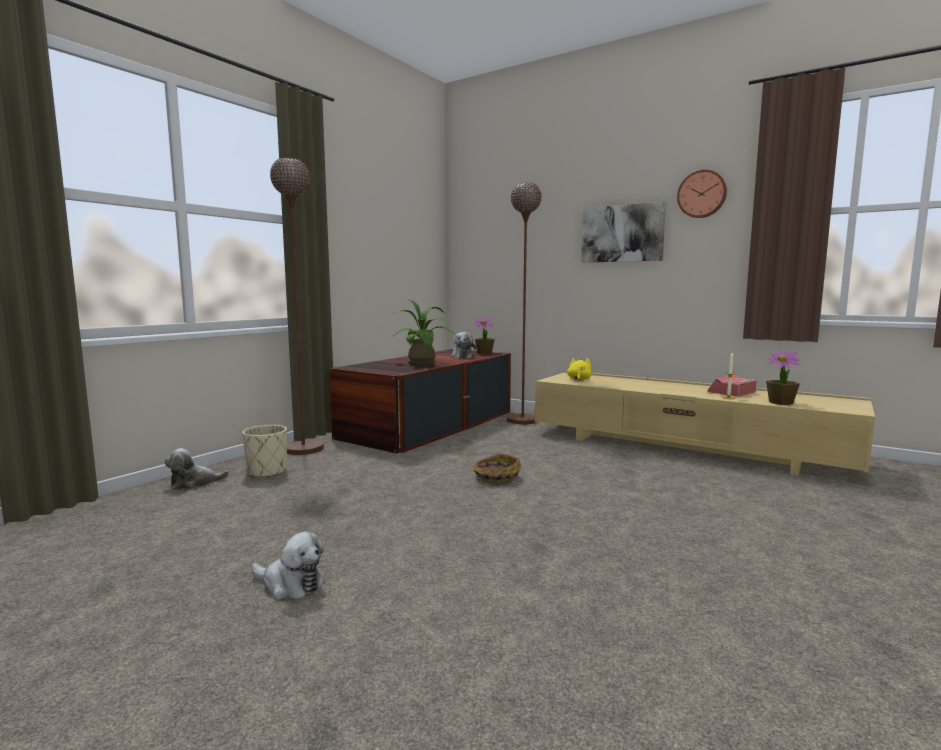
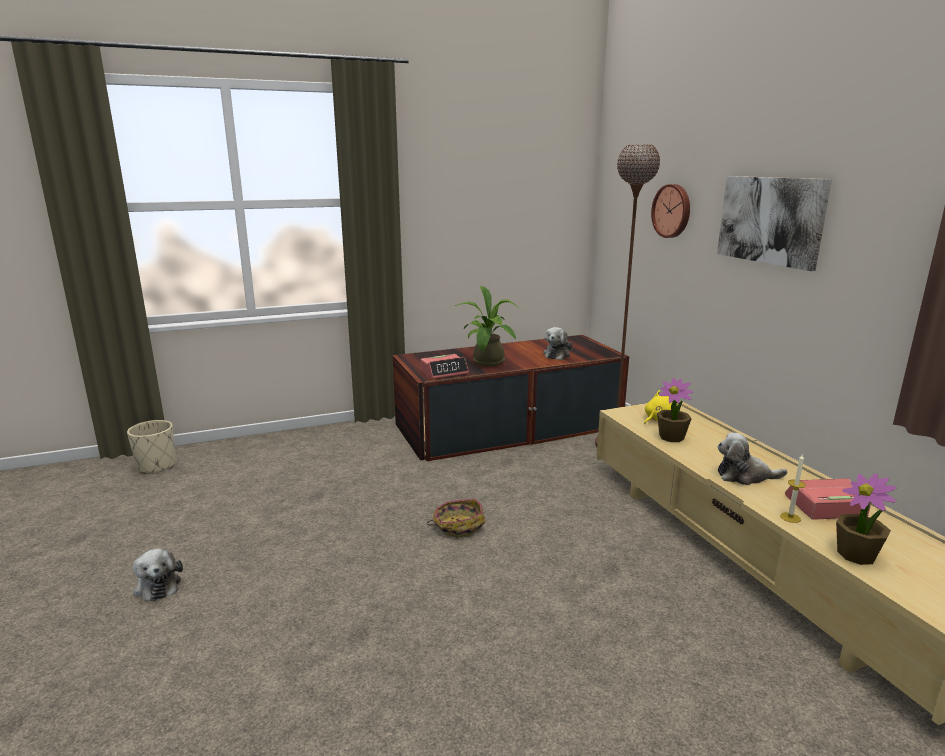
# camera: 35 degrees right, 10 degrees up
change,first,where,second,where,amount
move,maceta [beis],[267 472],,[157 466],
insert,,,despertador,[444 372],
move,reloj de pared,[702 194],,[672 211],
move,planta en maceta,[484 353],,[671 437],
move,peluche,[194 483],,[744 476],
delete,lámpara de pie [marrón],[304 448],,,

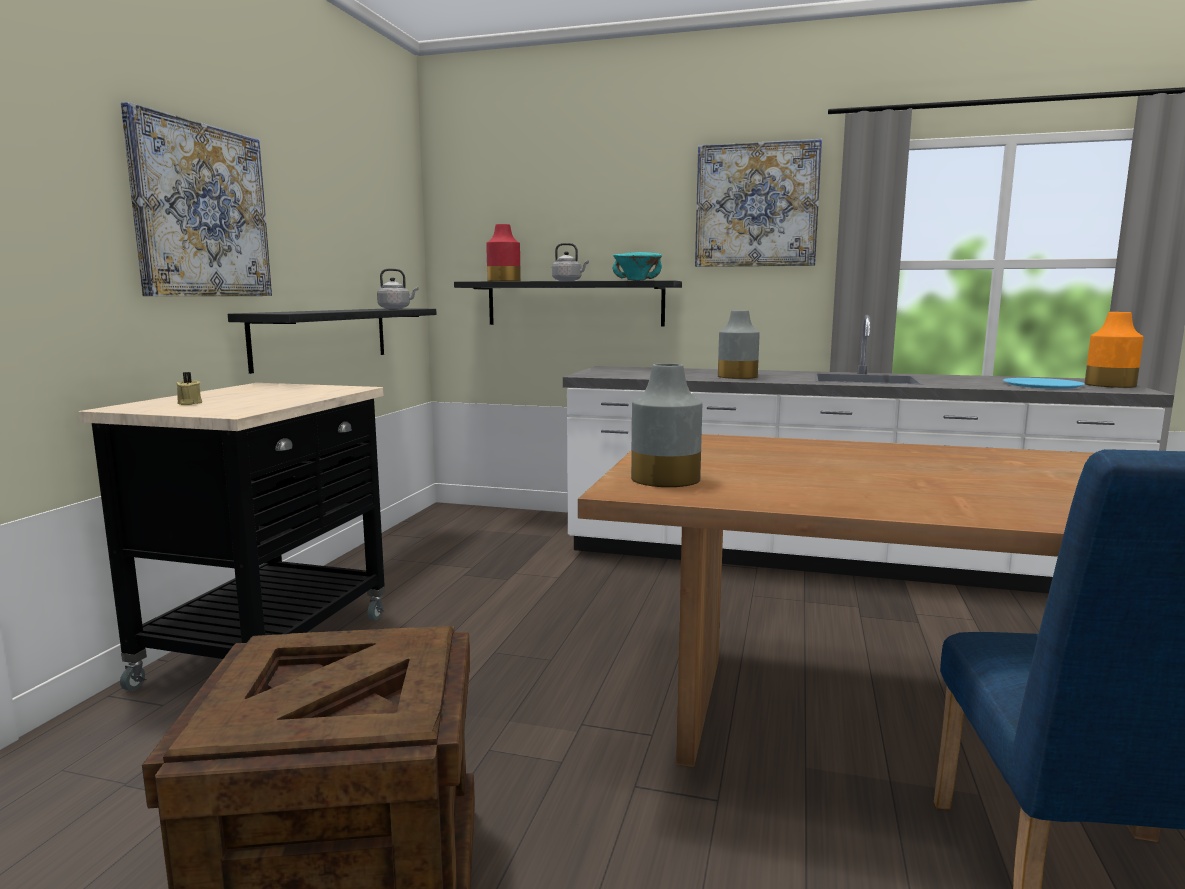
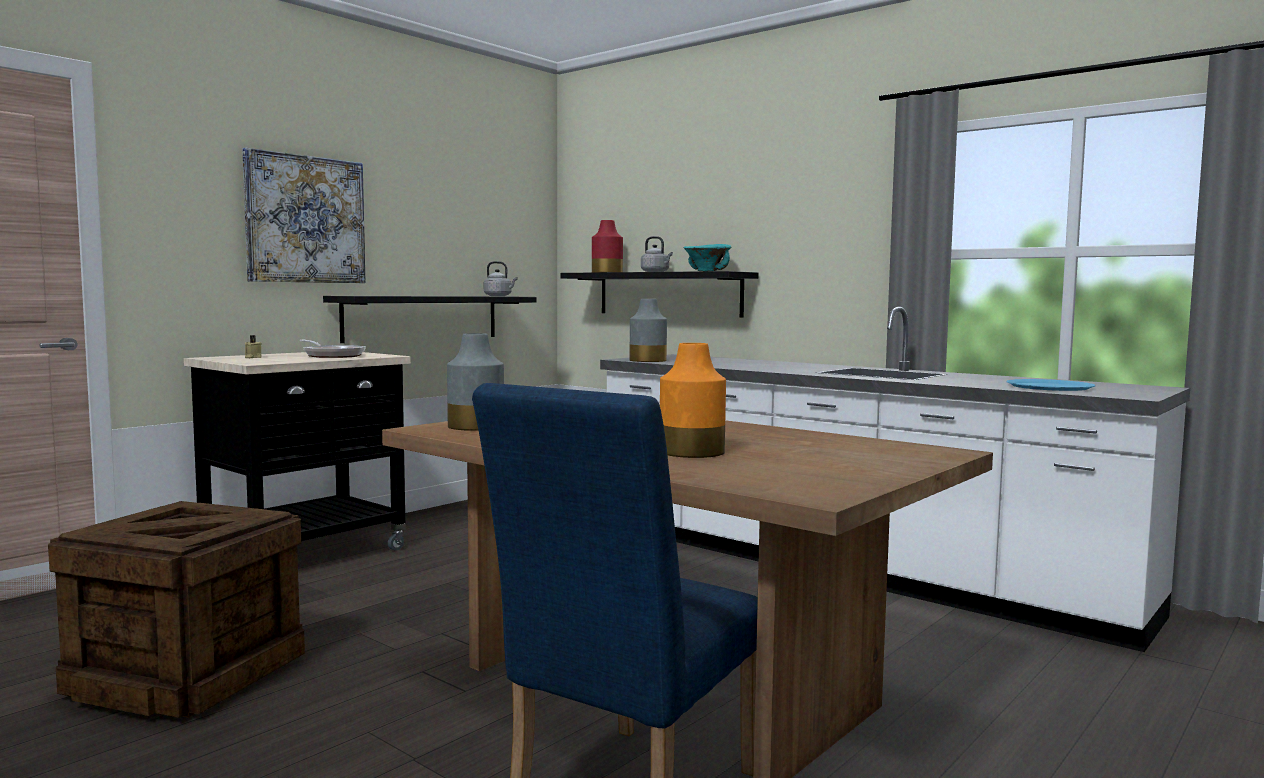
# camera: 25 degrees right, 5 degrees down
change,first,where,second,where,amount
insert,,,sartén,[332 355],
move,florero [gris],[738 376],,[648 360],
move,florero [naranja],[1110 385],,[692 451],
delete,cuadro,[756 205],,,

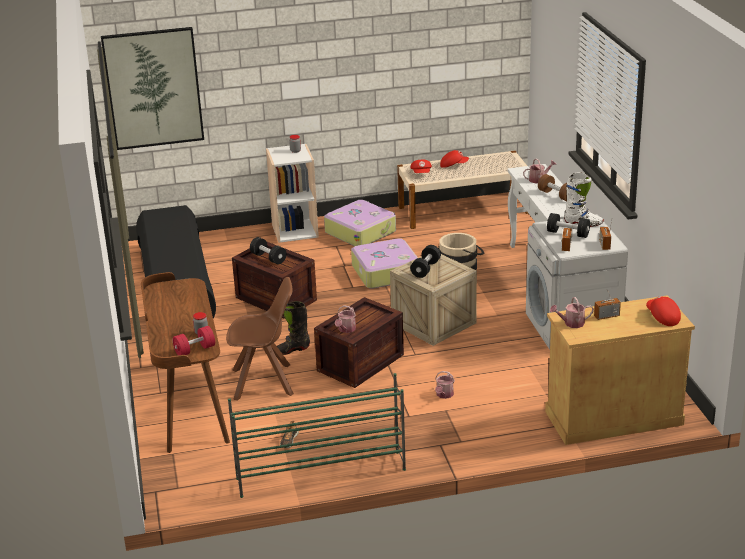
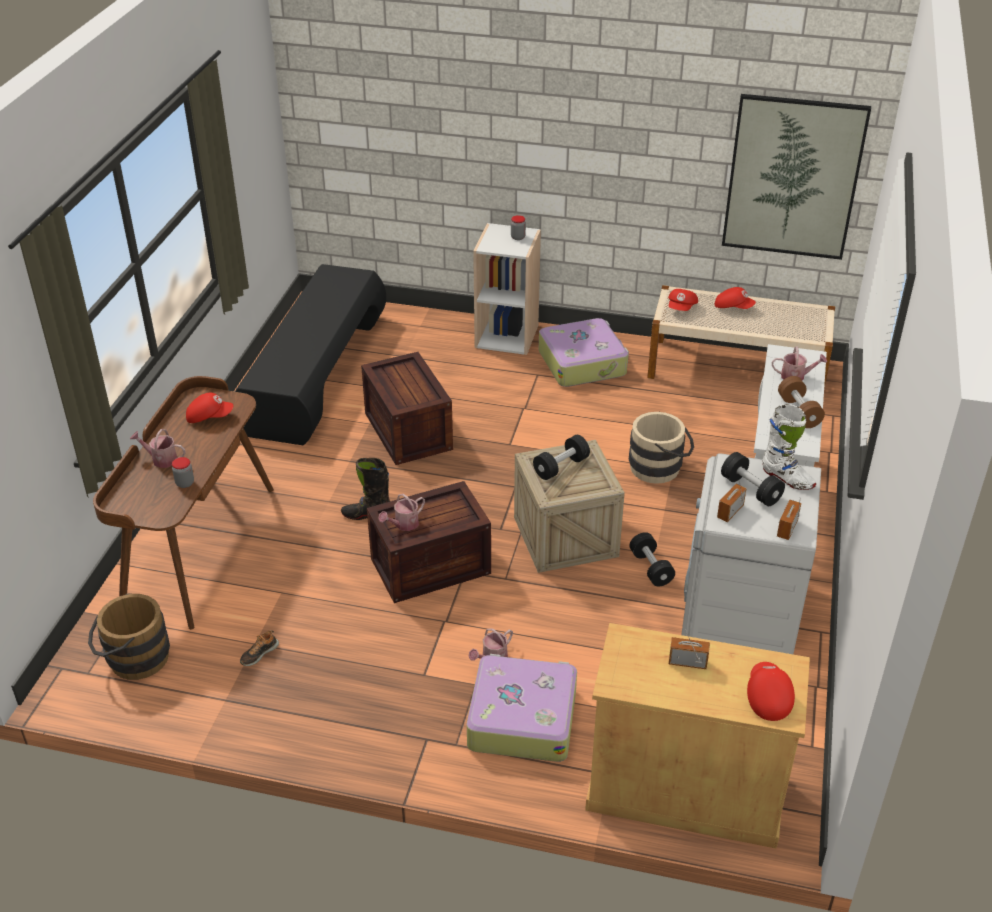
# camera: 25 degrees right, 10 degrees up
change,first,where,second,where,amount
insert,,,cubo [marrón],[133 659],
move,regadera,[571 323],,[161 459],
insert,,,gorra [rojo],[209 417],
move,maleta,[385 272],,[521 718],
move,mancuerna [negro],[268 258],,[651 568],
move,cuadro,[153 88],,[793 178],
delete,mancuerna [rojo],[195 350],,,
delete,silla [marrón],[265 382],,,
delete,zapatero [verde],[320 474],,,

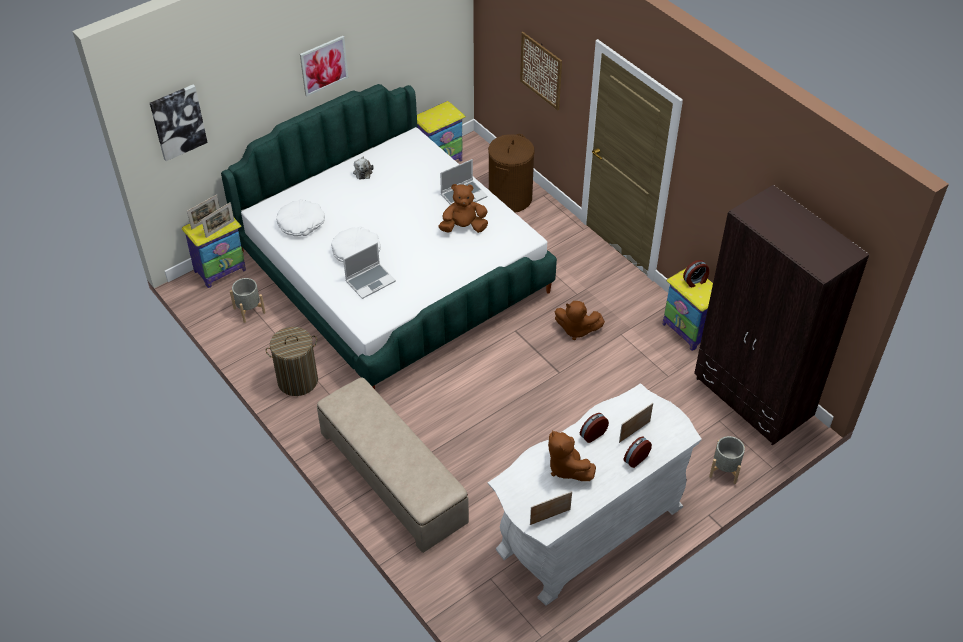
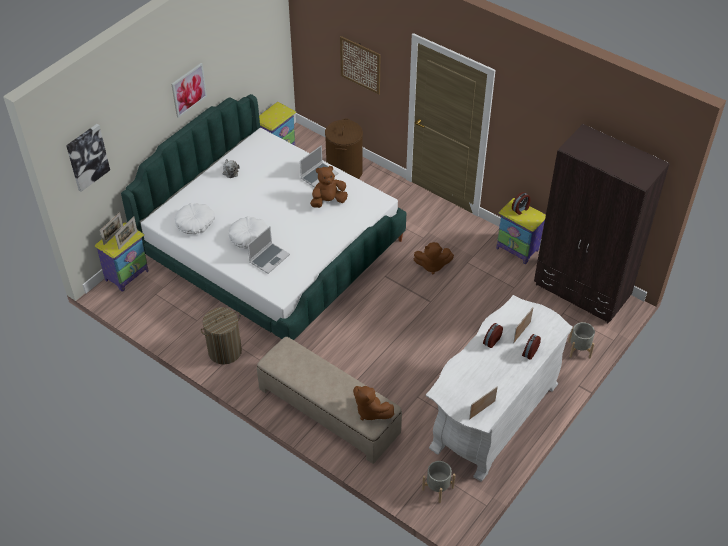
# camera: 15 degrees left, 0 degrees up
change,first,where,second,where,amount
move,peluche [marrón],[566 467],,[370 411],
move,maceta [gris],[249 310],,[437 488],

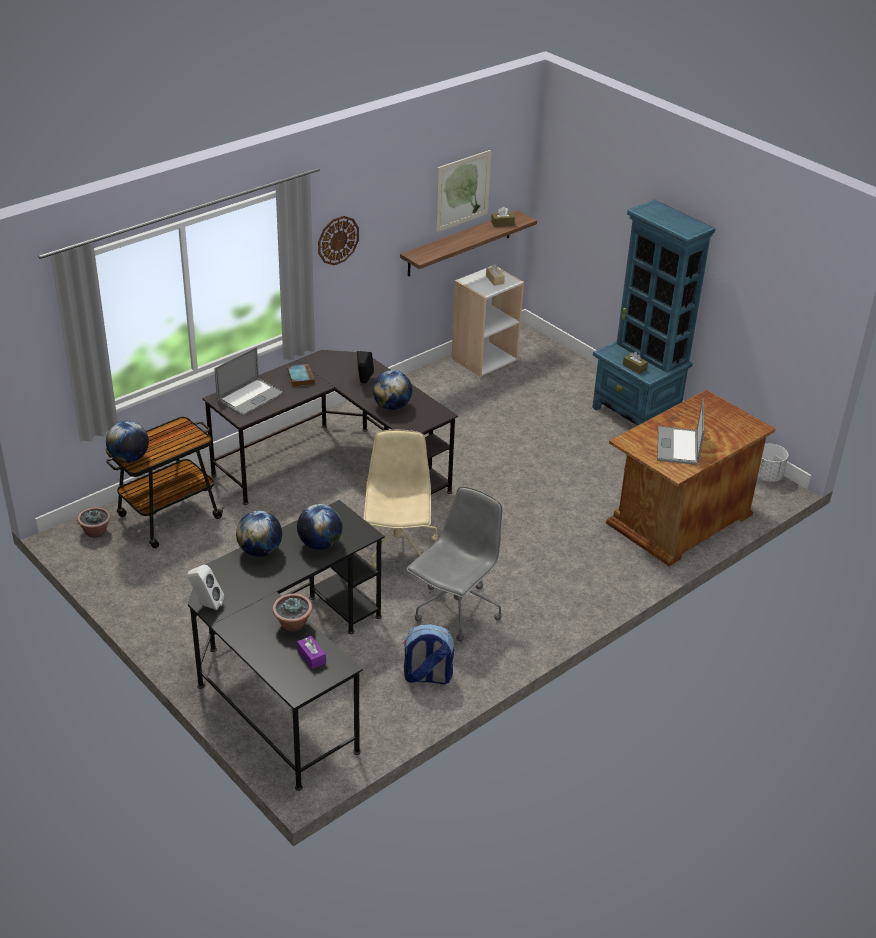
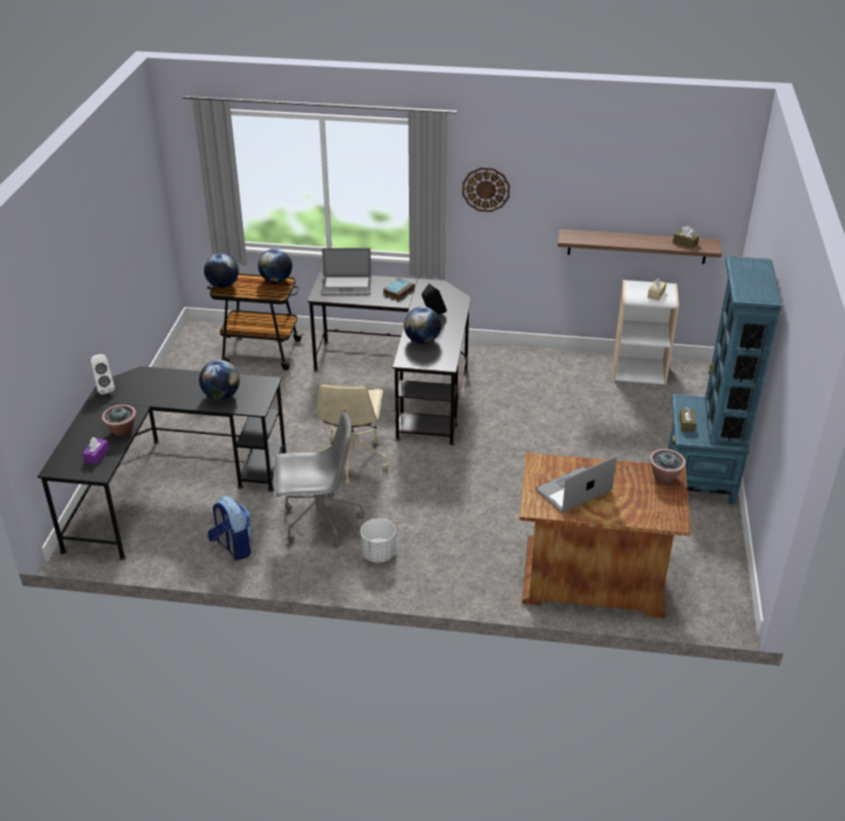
# camera: 50 degrees right, 0 degrees up
change,first,where,second,where,amount
move,globo terráqueo,[260 551],,[276 280],
rotate,silla de oficina [beis],[397 551],,[351 458],135 degrees clockwise
move,maceta [blanco],[767 476],,[378 554],
move,planta en maceta,[96 532],,[664 476],
delete,cuadro,[462 190],,,

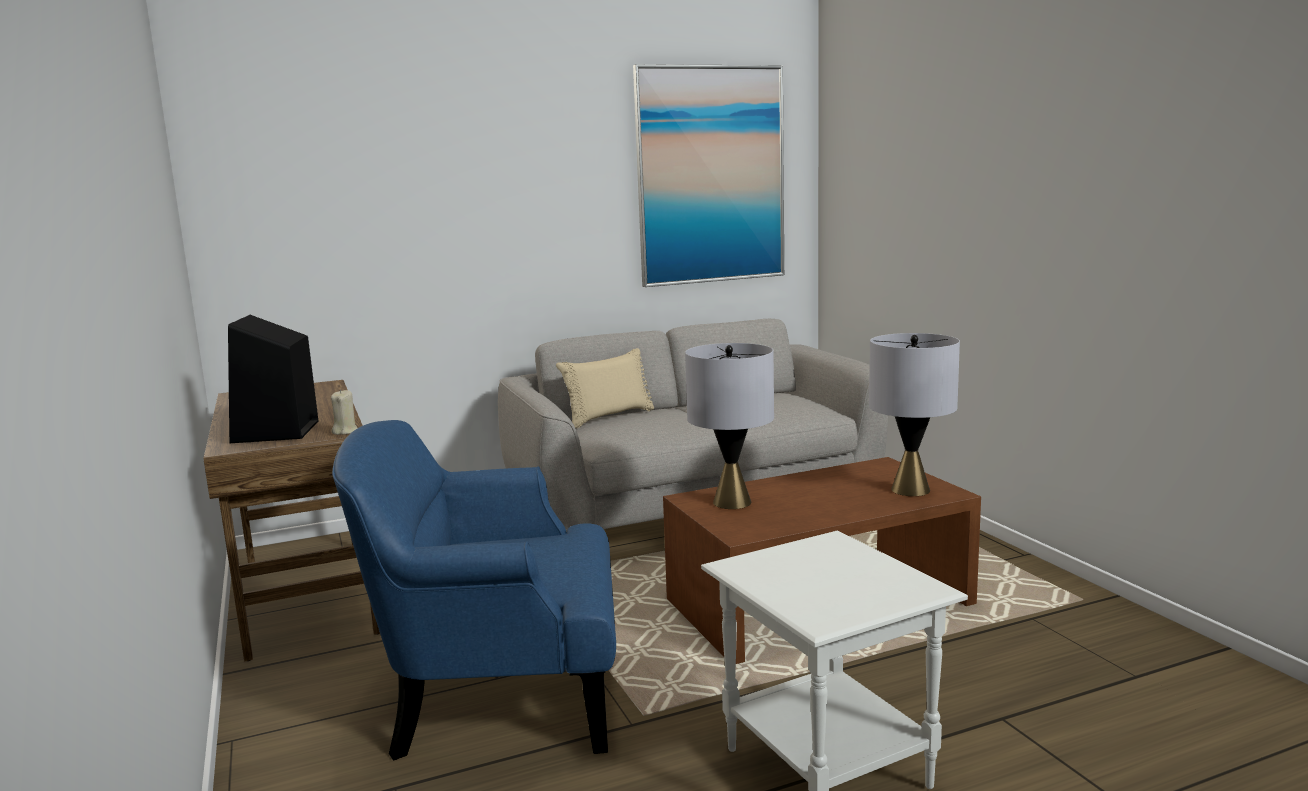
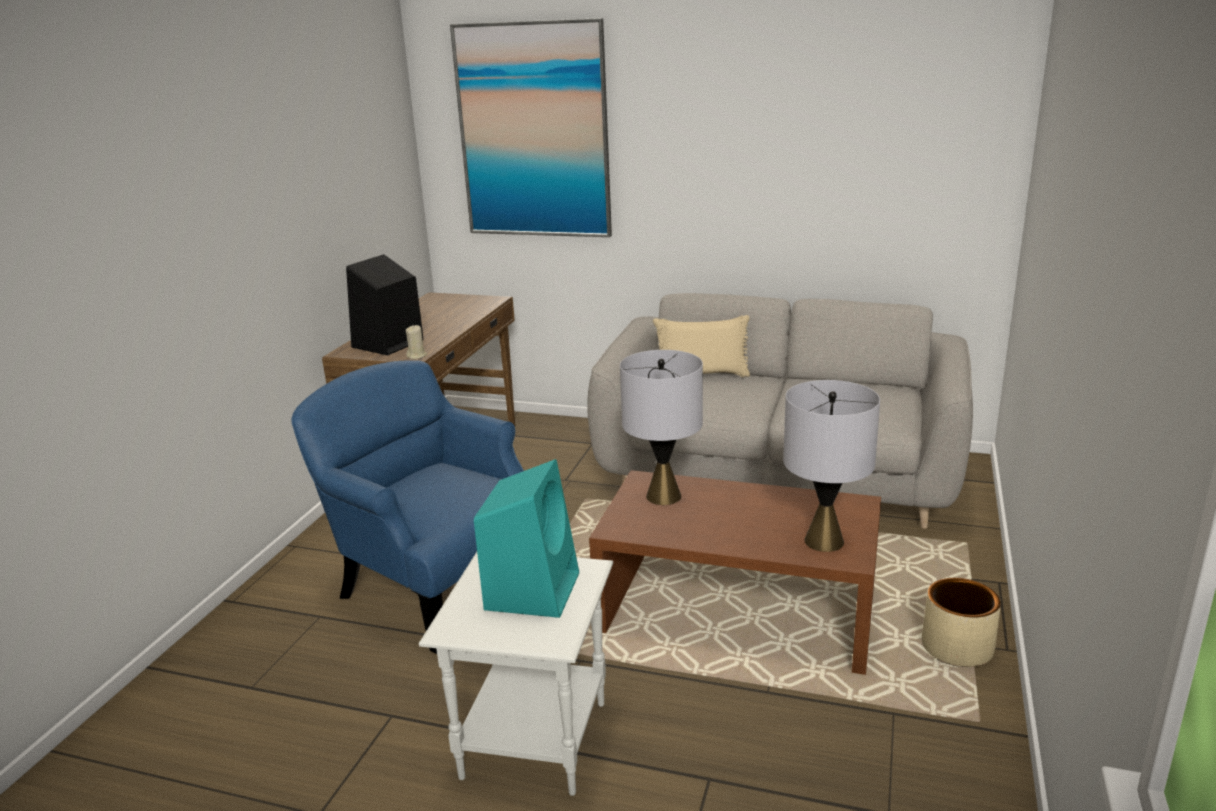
# camera: 40 degrees right, 10 degrees up
change,first,where,second,where,amount
move,cuadro,[711 175],,[533 132],
insert,,,altavoz [turquesa],[532 589],
insert,,,maceta [beis],[957 647],

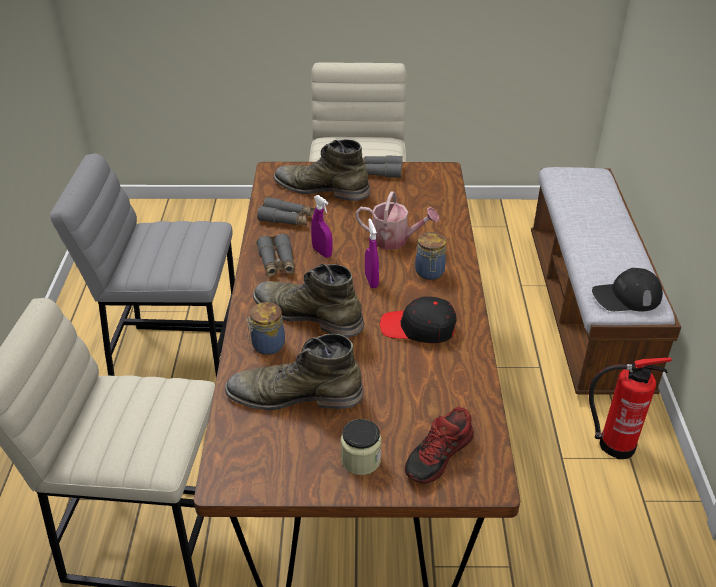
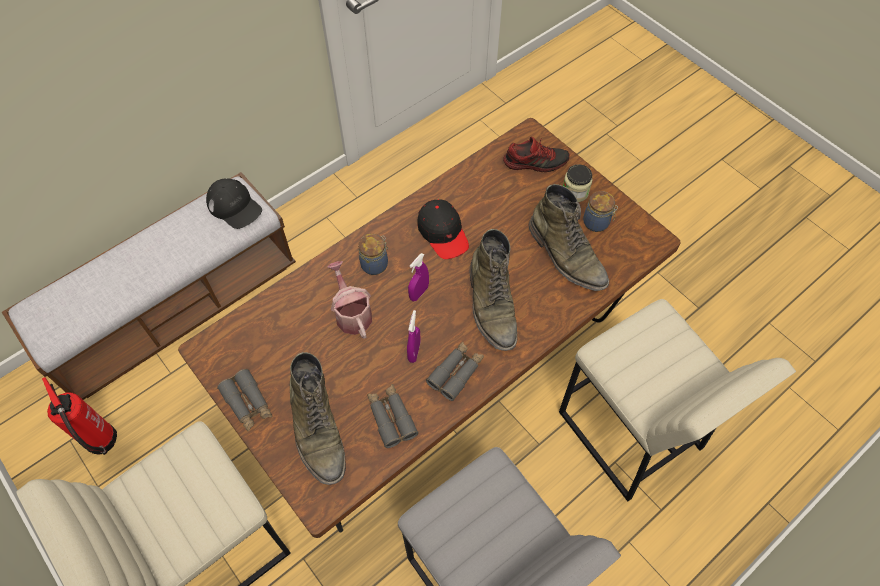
# camera: 130 degrees left, 20 degrees up
change,first,where,second,where,amount
move,extintor,[613 444],,[102 442],
move,tarro,[267 345],,[597 223],

